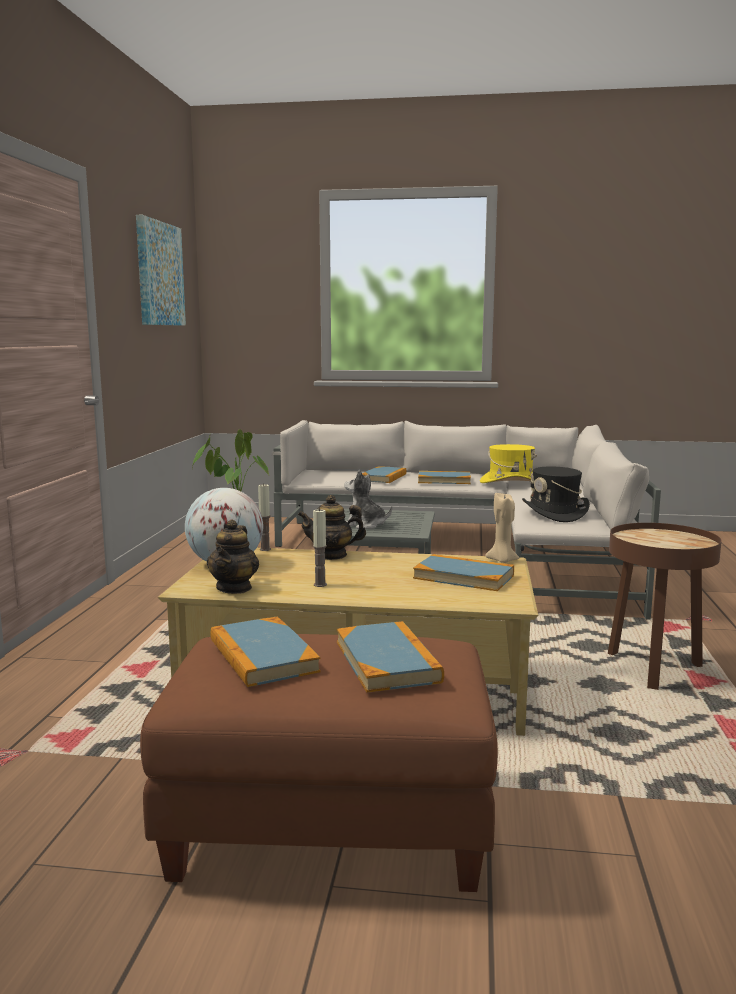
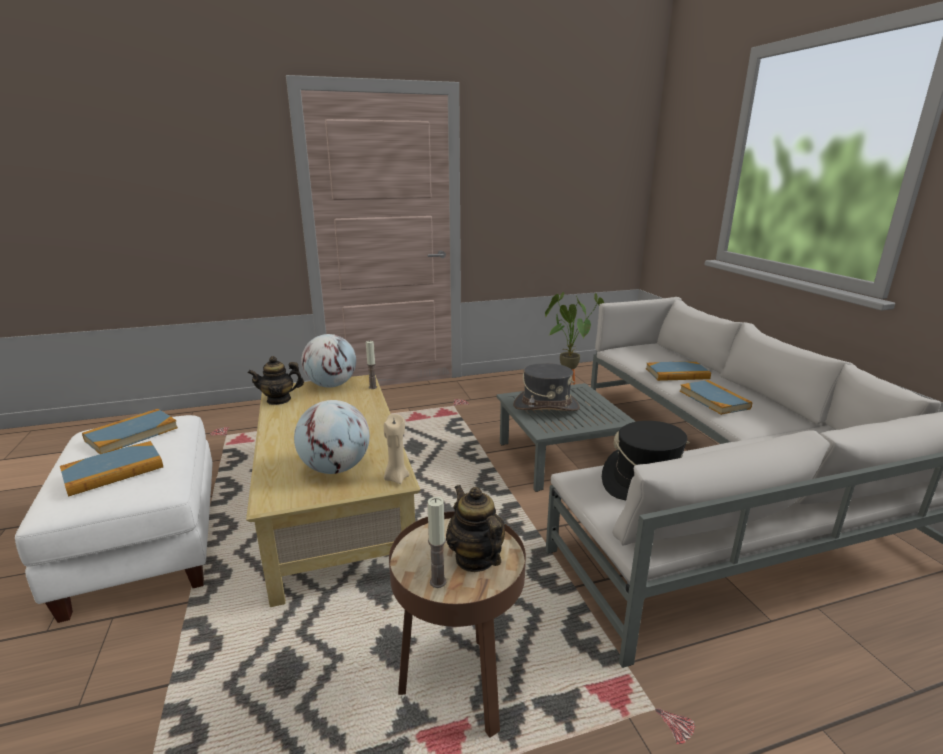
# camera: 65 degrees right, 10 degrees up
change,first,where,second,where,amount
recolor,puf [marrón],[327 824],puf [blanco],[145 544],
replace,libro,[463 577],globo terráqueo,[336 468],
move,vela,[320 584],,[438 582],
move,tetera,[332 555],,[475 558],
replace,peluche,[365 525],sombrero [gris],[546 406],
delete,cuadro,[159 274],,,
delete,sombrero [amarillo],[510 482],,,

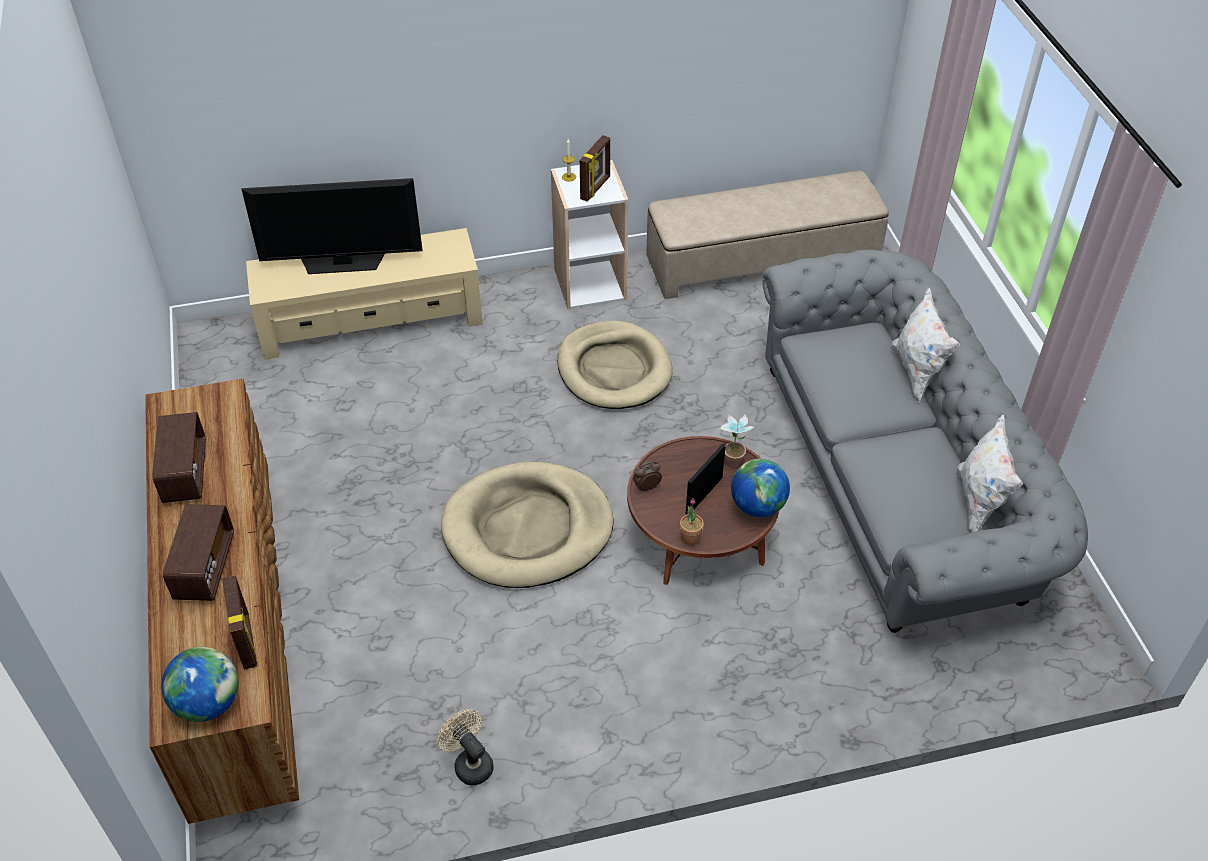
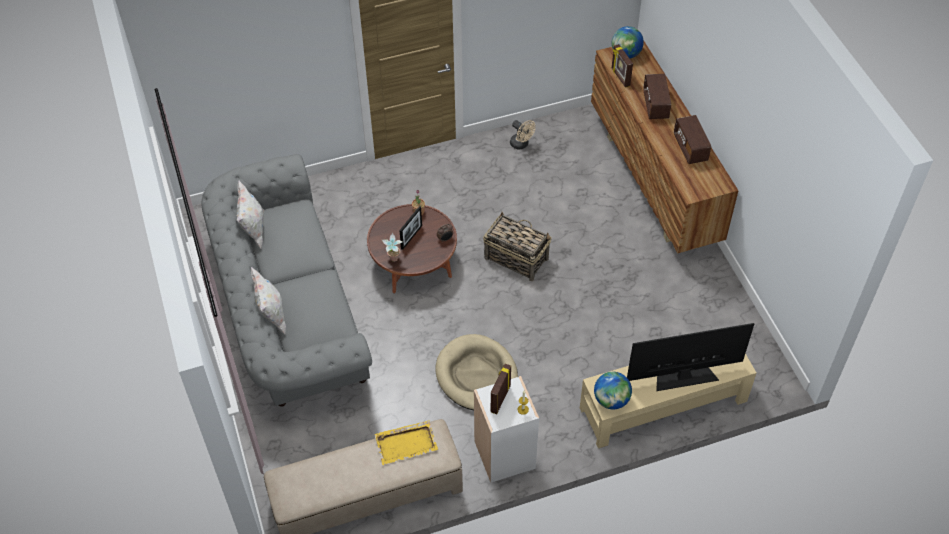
# camera: 175 degrees right, 5 degrees up
change,first,where,second,where,amount
insert,,,bandeja [amarillo],[407 443],
replace,cama para perro [beis],[528 529],cesta,[515 258],
move,globo terráqueo,[757 506],,[611 400],

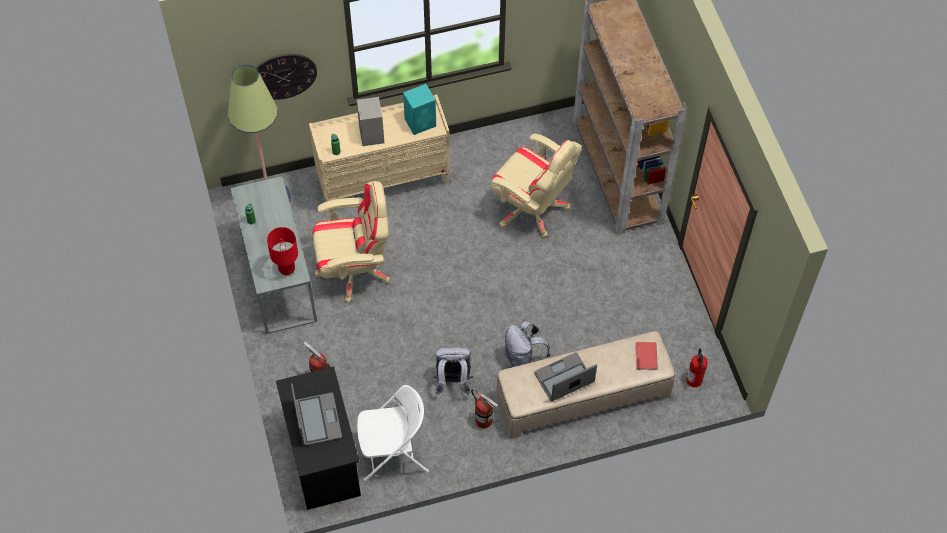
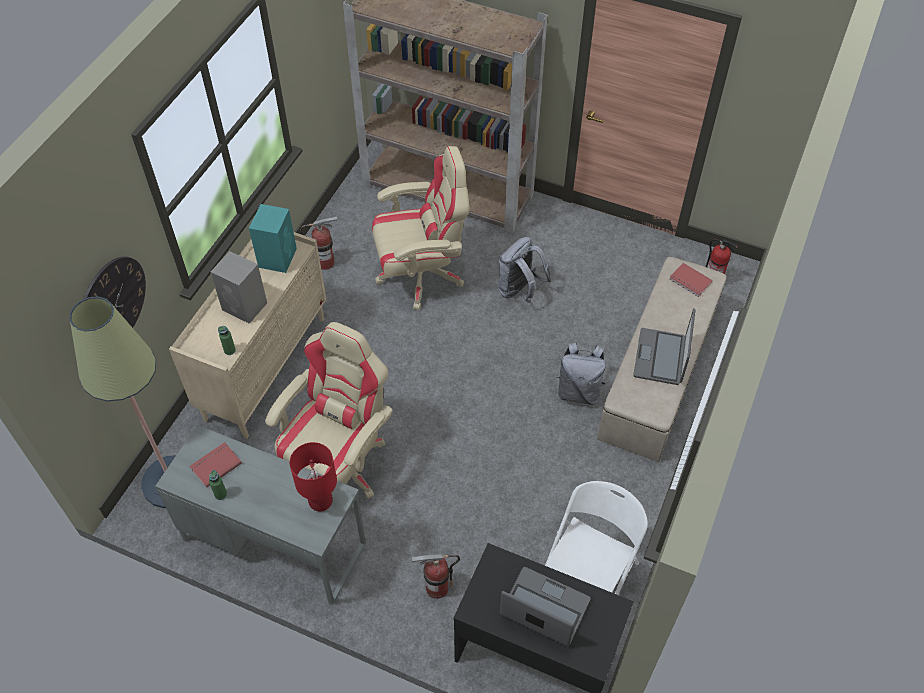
# camera: 50 degrees left, 5 degrees down
change,first,where,second,where,amount
insert,,,libro [rojo],[215 465],
move,extintor,[484 420],,[325 262],
move,mochila [gris],[453 382],,[519 291],

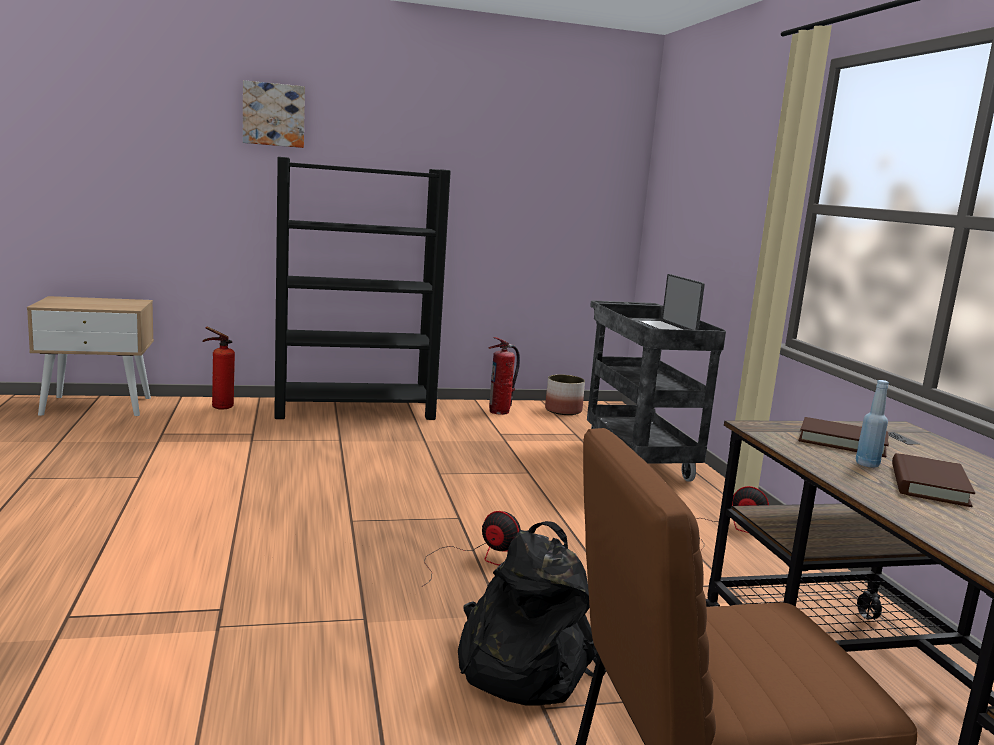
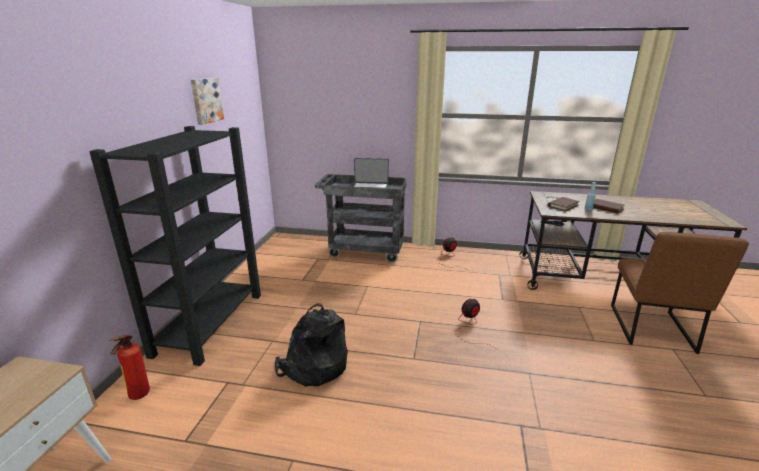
# camera: 65 degrees left, 10 degrees up
change,first,where,second,where,amount
move,cuadro,[274 115],,[206 100],
move,mochila [negro],[520 665],,[313 367],
delete,extintor,[500 411],,,
delete,maceta,[563 410],,,

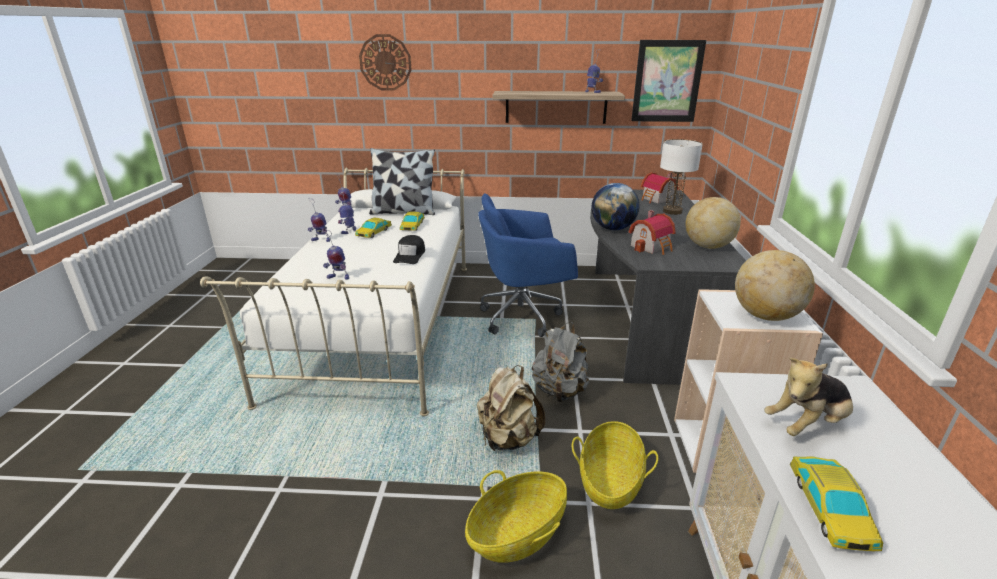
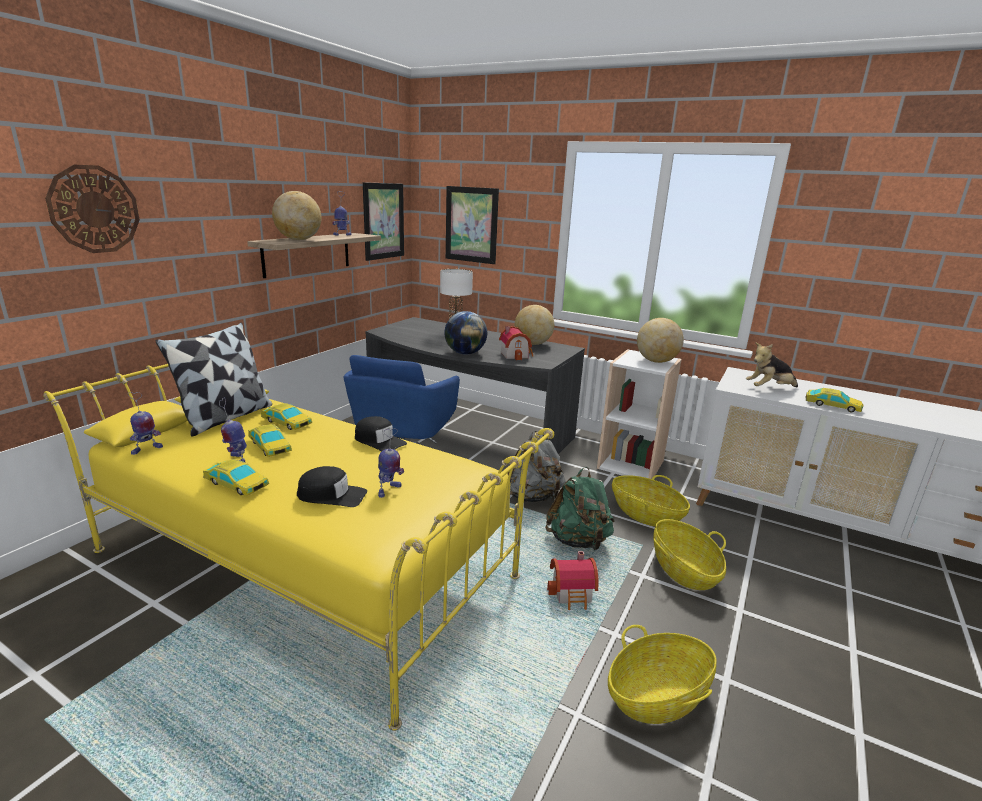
# camera: 65 degrees left, 5 degrees down
change,first,where,second,where,amount
recolor,cama [blanco],[380 324],cama [amarillo],[304 565],
replace,robot de juguete,[320 240],coche de juguete,[236 483],
insert,,,globo terráqueo,[299 239],
insert,,,gorra [negro],[332 495],
insert,,,cuadro,[471 225],
recolor,mochila [beis],[508 439],mochila [verde],[578 541],
move,casita,[657 199],,[573 594],
insert,,,cesta,[657 696],
rotate,peluche,[807 424],,[769 389],75 degrees clockwise

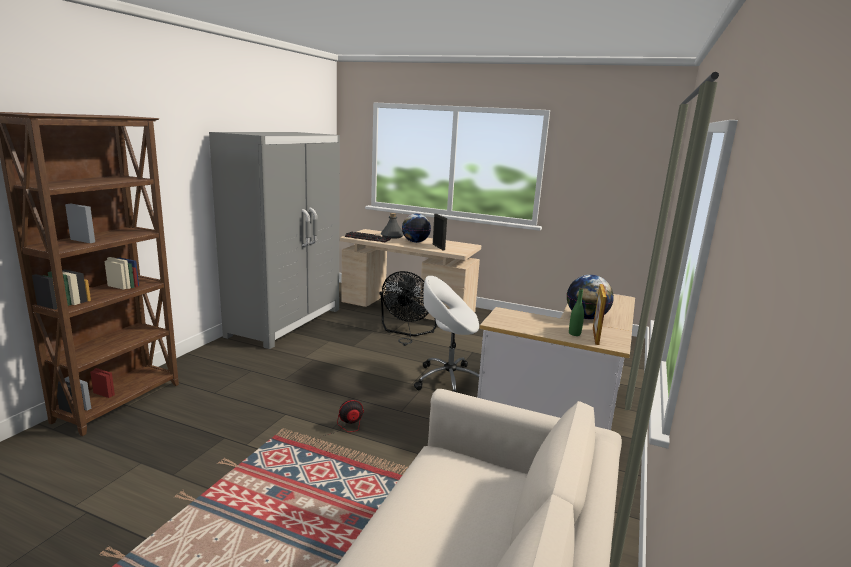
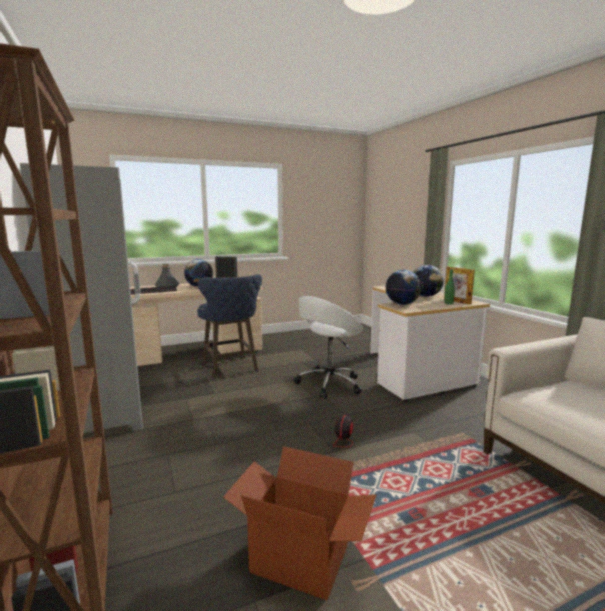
# camera: 45 degrees left, 5 degrees down
change,first,where,second,where,amount
replace,ventilador [negro],[404 331],taburete [azul],[230 368],
insert,,,caja de cartón,[300 557],
insert,,,globo terráqueo,[402 304],

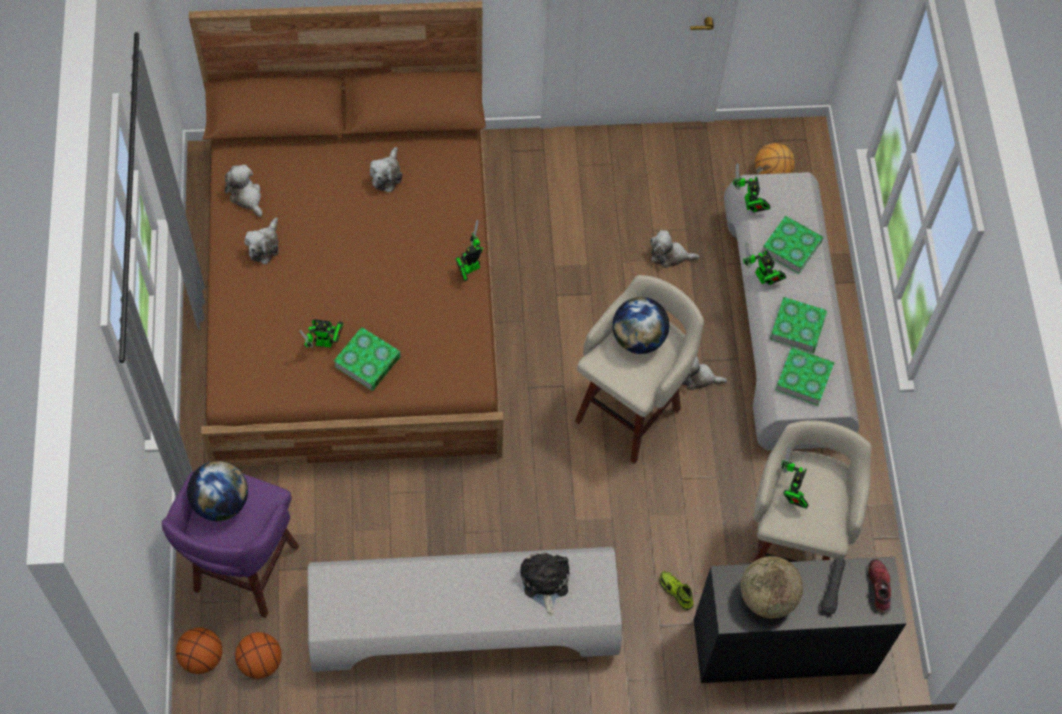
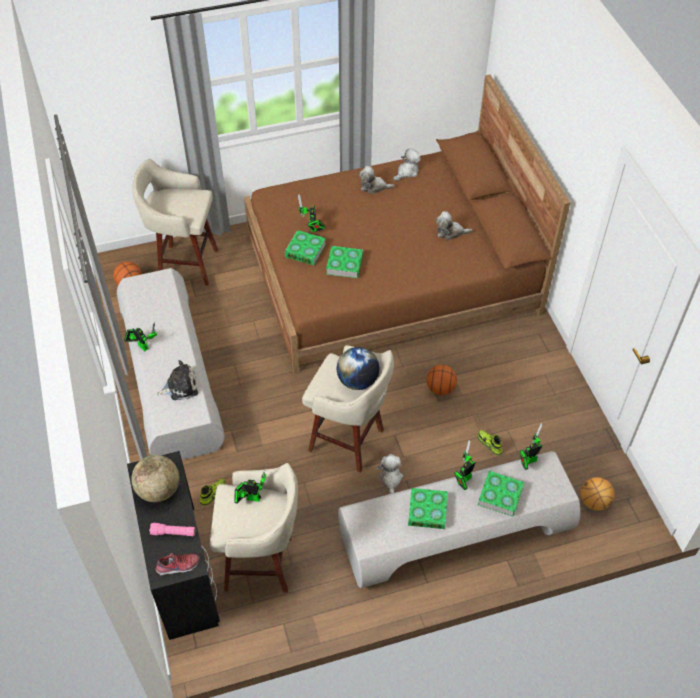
# camera: 80 degrees right, 10 degrees down
change,first,where,second,where,amount
move,robot de juguete,[469 269],,[142 345],
recolor,taburete [morado],[244 573],taburete [beis],[185 265],
recolor,linterna [negro],[832 587],linterna [rosa],[173 533],
move,libro,[804 378],,[344 264],
move,balón de baloncesto,[202 658],,[440 388],
replace,peluche,[670 255],zapato,[489 444],
delete,globo terráqueo,[221 502],,,

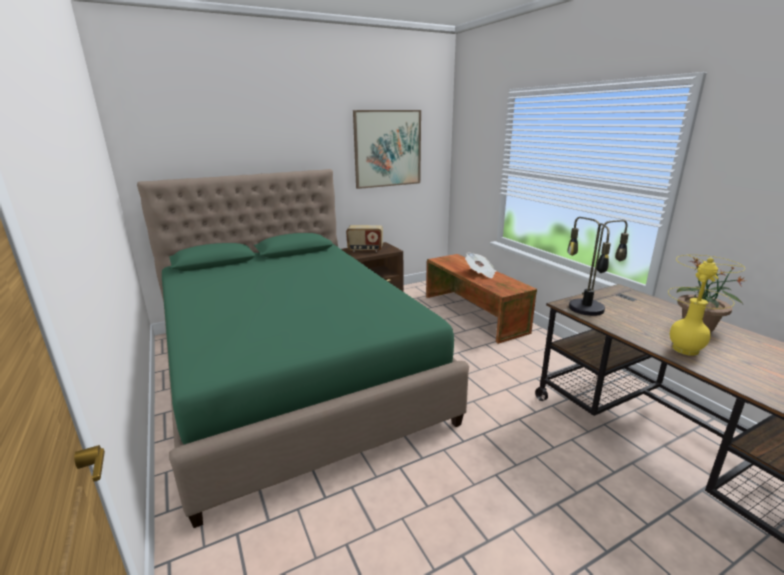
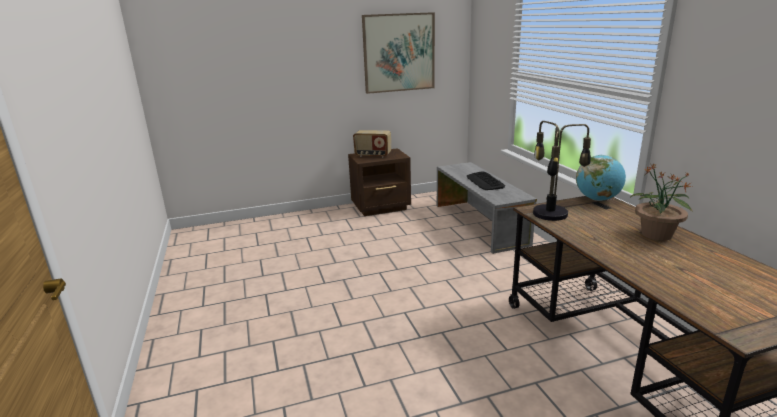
# camera: 10 degrees right, 0 degrees up
change,first,where,second,where,amount
recolor,banco [marrón],[475 313],banco [gris],[481 224],
replace,periódico,[480 273],teclado,[484 182],
insert,,,globo terráqueo,[597 199],
delete,cama [verde],[292 371],,,
delete,lámpara de mesa [amarillo],[685 350],,,

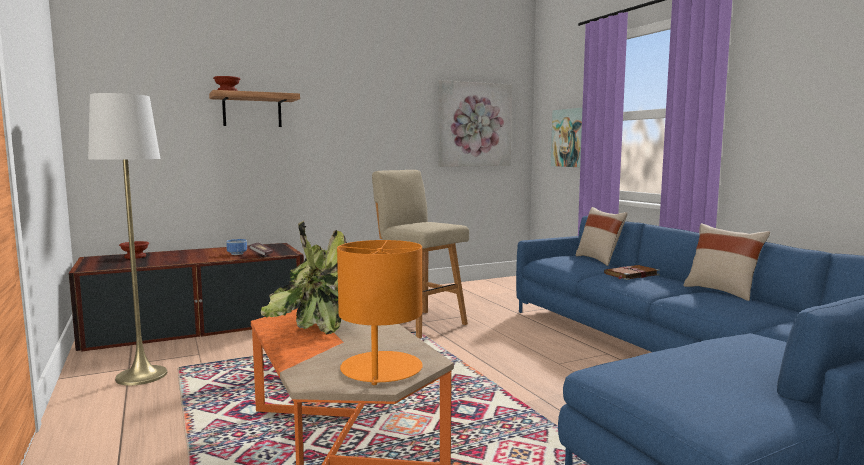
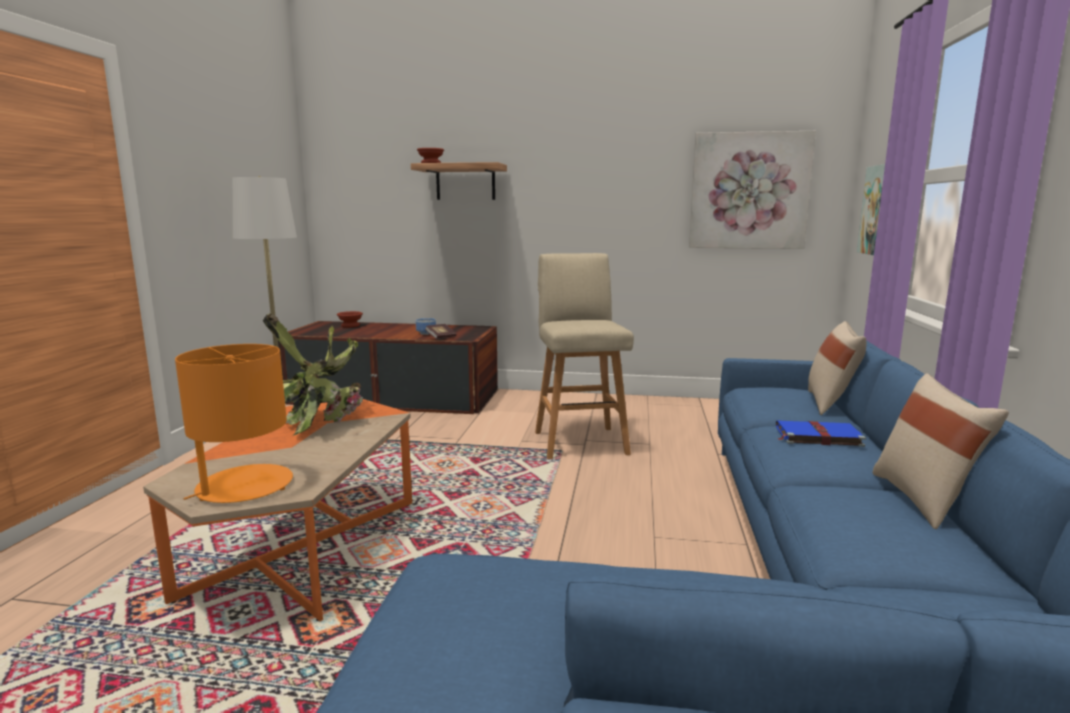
# camera: 35 degrees right, 5 degrees up
change,first,where,second,where,amount
recolor,libro [marrón],[631 274],libro [azul],[816 436],

